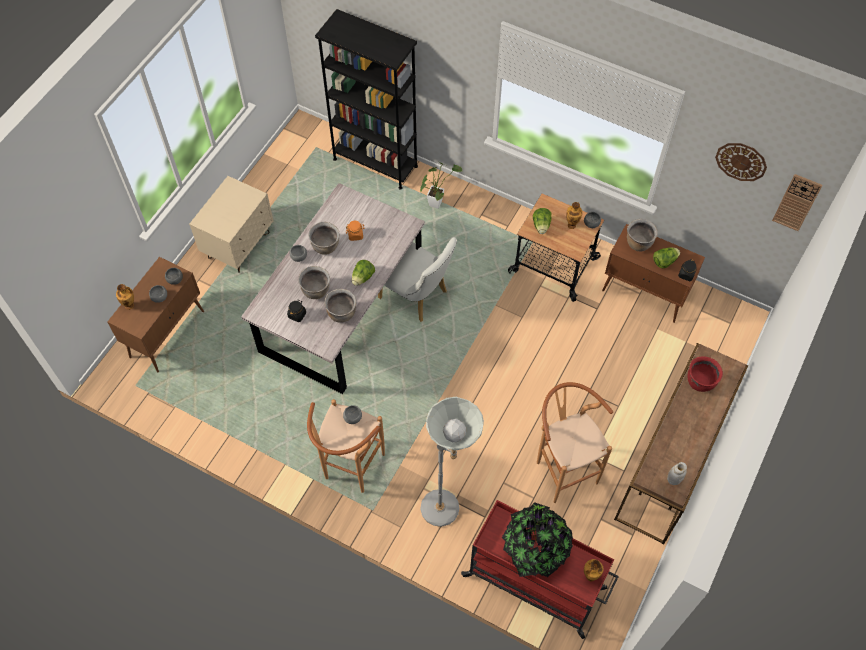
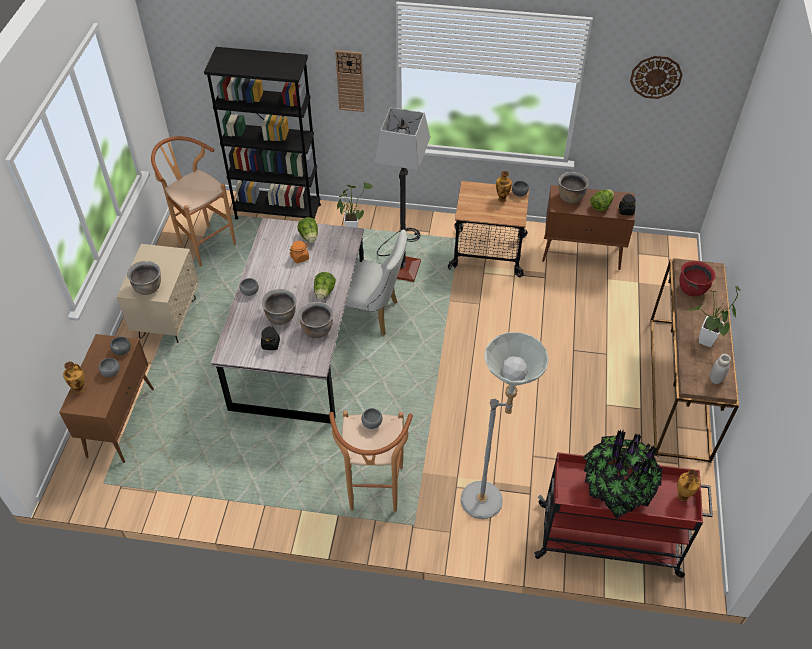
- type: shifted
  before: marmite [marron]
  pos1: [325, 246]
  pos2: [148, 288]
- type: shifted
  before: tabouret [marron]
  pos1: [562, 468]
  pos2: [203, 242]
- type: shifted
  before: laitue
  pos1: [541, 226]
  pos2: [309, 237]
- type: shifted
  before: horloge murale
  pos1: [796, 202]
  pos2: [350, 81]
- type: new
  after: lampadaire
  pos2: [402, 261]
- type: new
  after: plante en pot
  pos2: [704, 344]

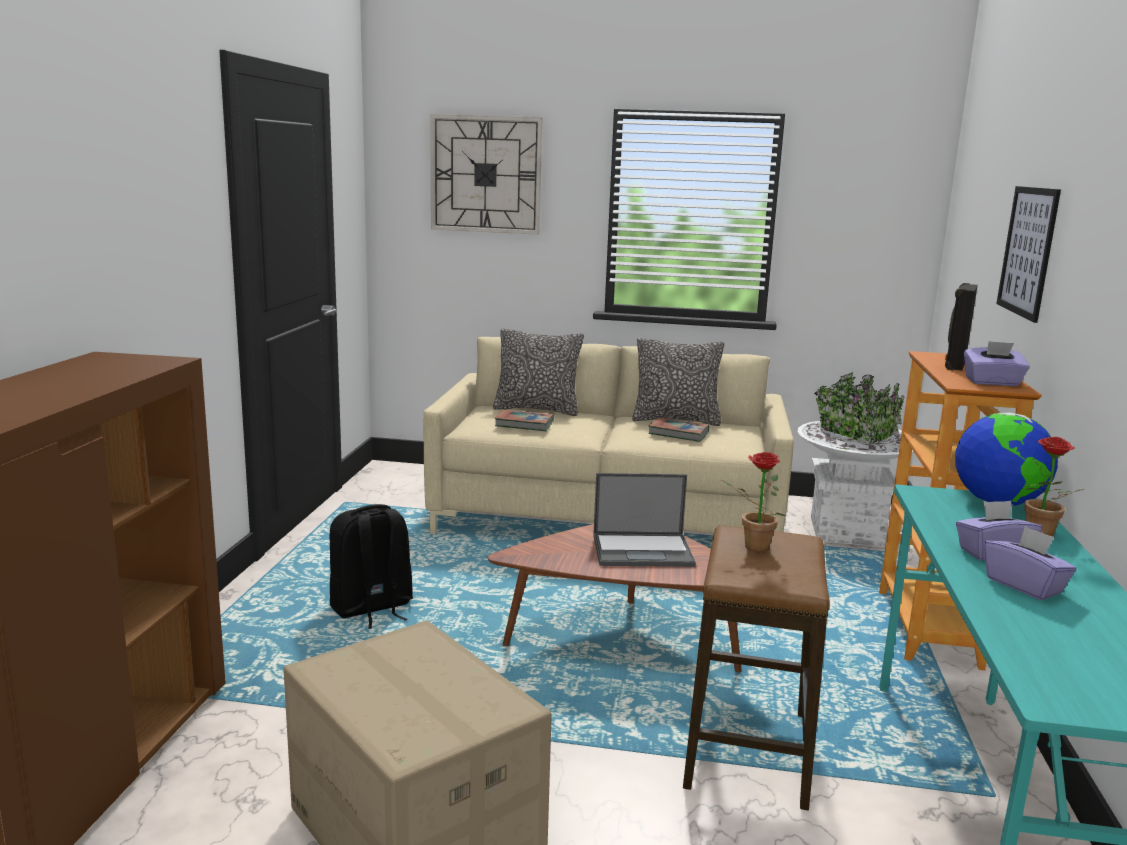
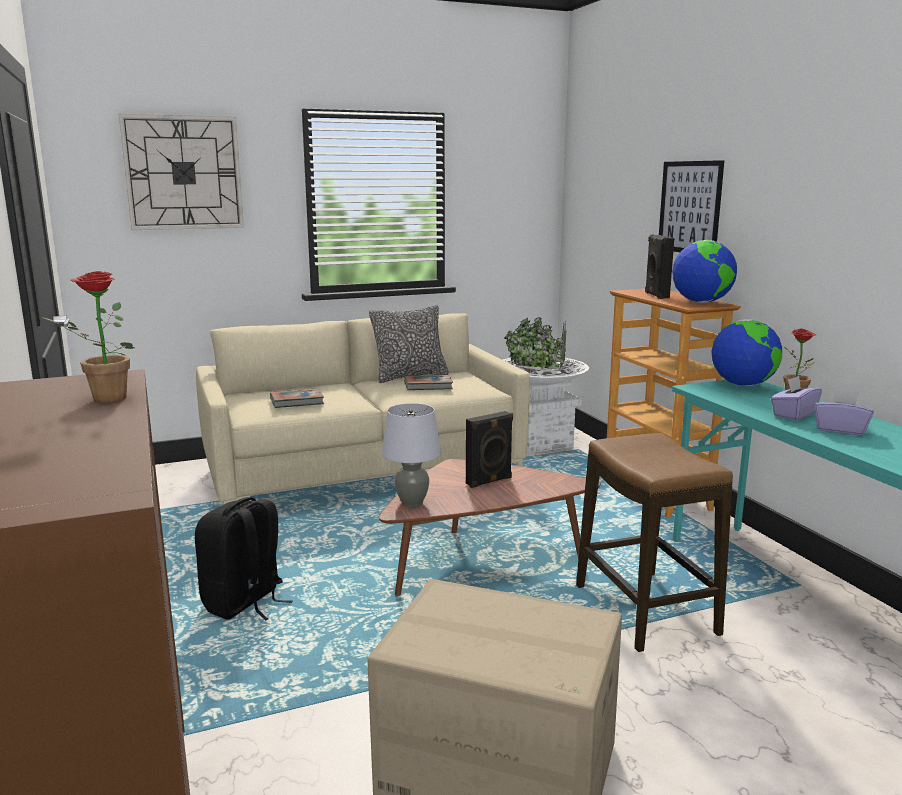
- type: shifted
  before: plante en pot
  pos1: [751, 547]
  pos2: [102, 399]
- type: new
  after: lampe de table [gris]
  pos2: [412, 502]
- type: swapped
  before: ordinateur portable
  after: enceinte [noir]
  pos1: [643, 550]
  pos2: [489, 481]
- type: swapped
  before: boîte à mouchoirs [violet]
  after: globe
  pos1: [992, 382]
  pos2: [701, 302]
- type: gone
  before: coussin
  pos1: [537, 409]

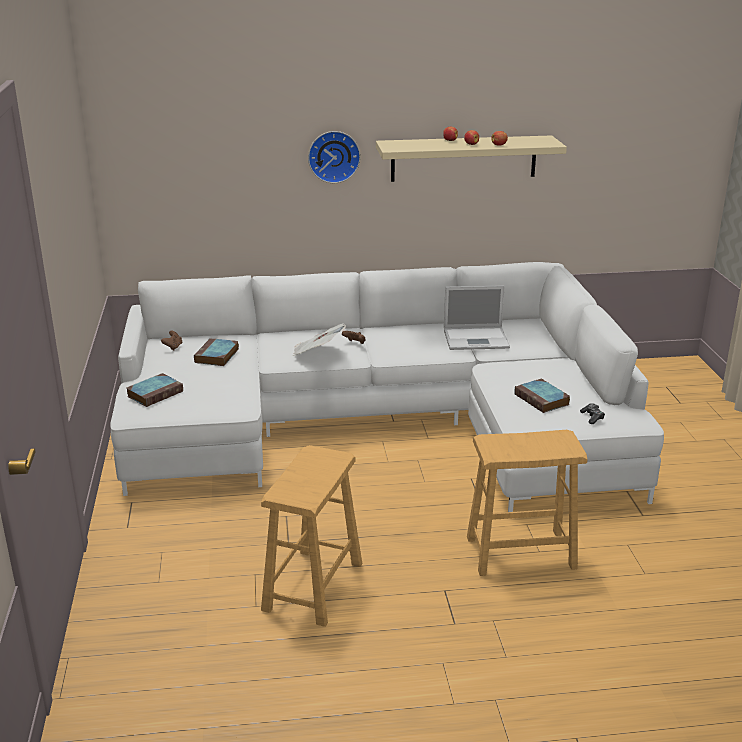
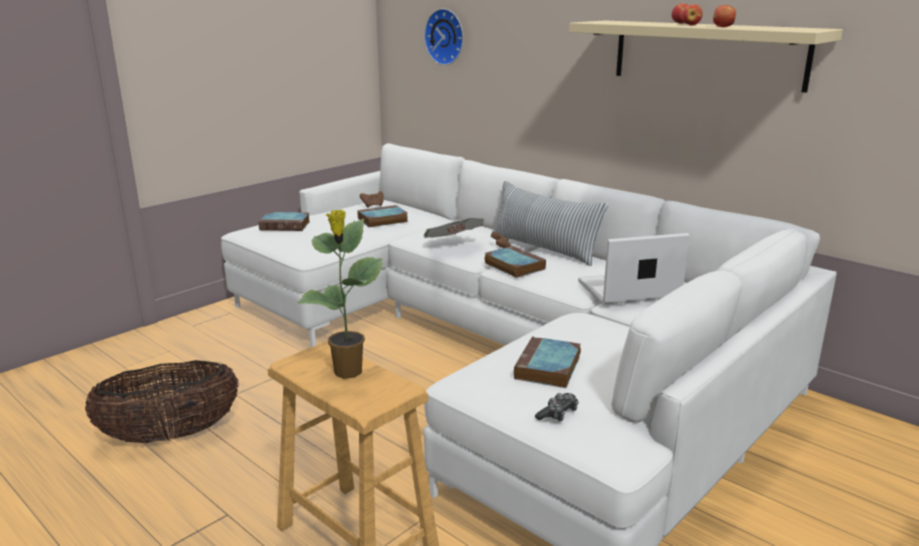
- type: swapped
  before: tabouret [marron]
  after: panier
  pos1: [313, 586]
  pos2: [171, 435]
- type: new
  after: plante en pot
  pos2: [348, 372]
- type: shifted
  before: horloge murale
  pos1: [333, 156]
  pos2: [446, 36]
- type: new
  after: livre
  pos2: [513, 266]
- type: new
  after: coussin
  pos2: [544, 249]
- type: rotated
  before: ordinateur portable
  pos1: [477, 339]
  pos2: [627, 290]
  turn: 120

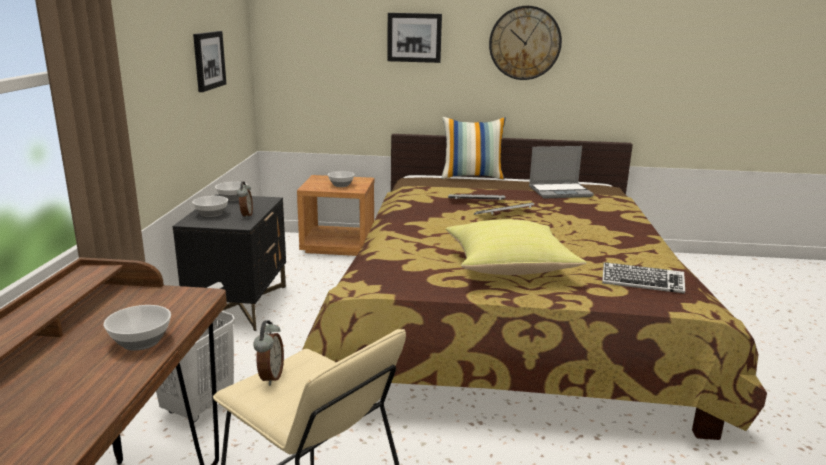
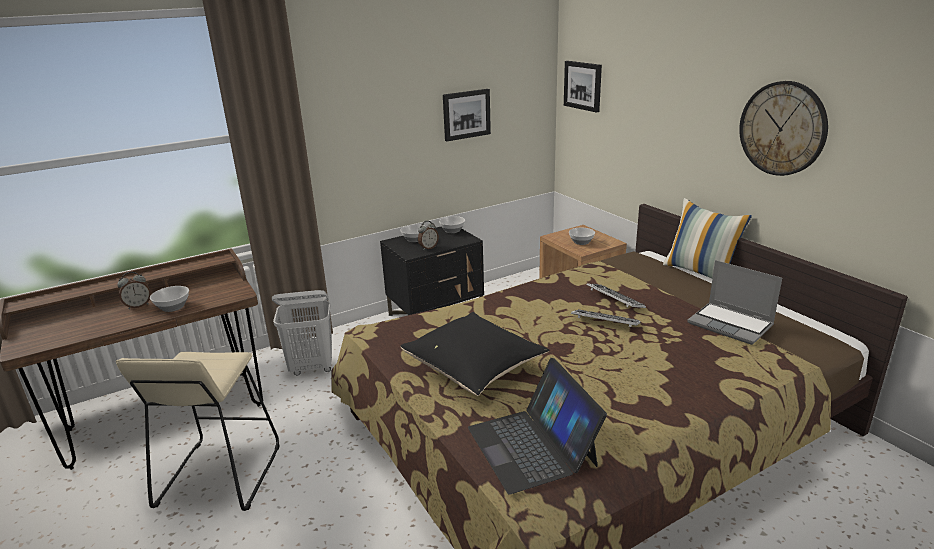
- type: shifted
  before: réveil
  pos1: [270, 377]
  pos2: [138, 305]
- type: repainted
  before: coussin [jaune]
  after: coussin [noir]
  pos1: [509, 267]
  pos2: [475, 369]
- type: swapped
  before: clavier
  after: ordinateur portable
  pos1: [642, 282]
  pos2: [532, 445]
- type: shifted
  before: tableau
  pos1: [414, 37]
  pos2: [583, 85]

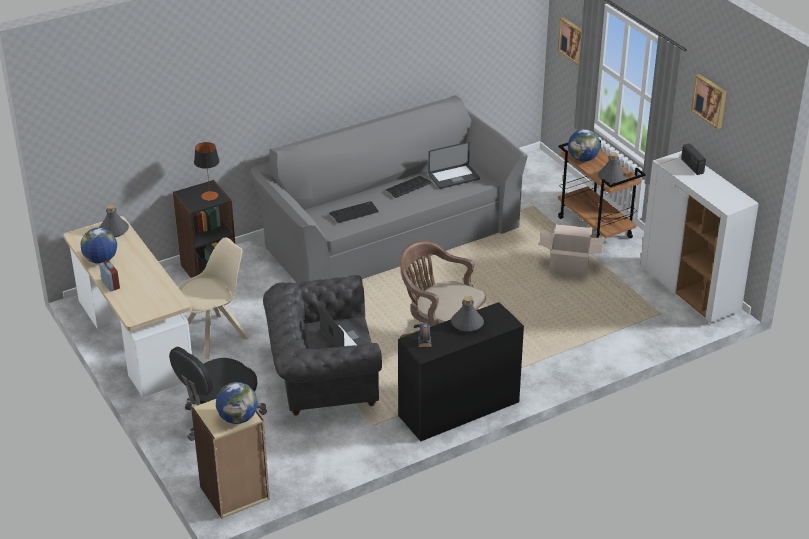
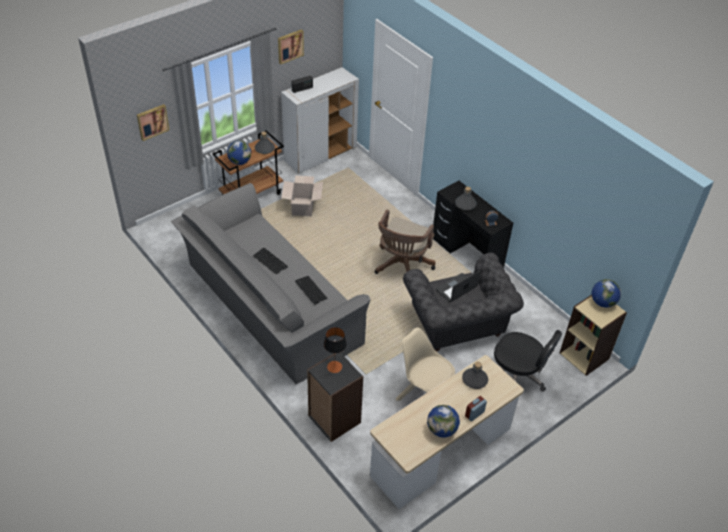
- type: shifted
  before: bouteille [gris]
  pos1: [114, 231]
  pos2: [475, 380]
- type: gone
  before: ordinateur portable
  pos1: [454, 177]

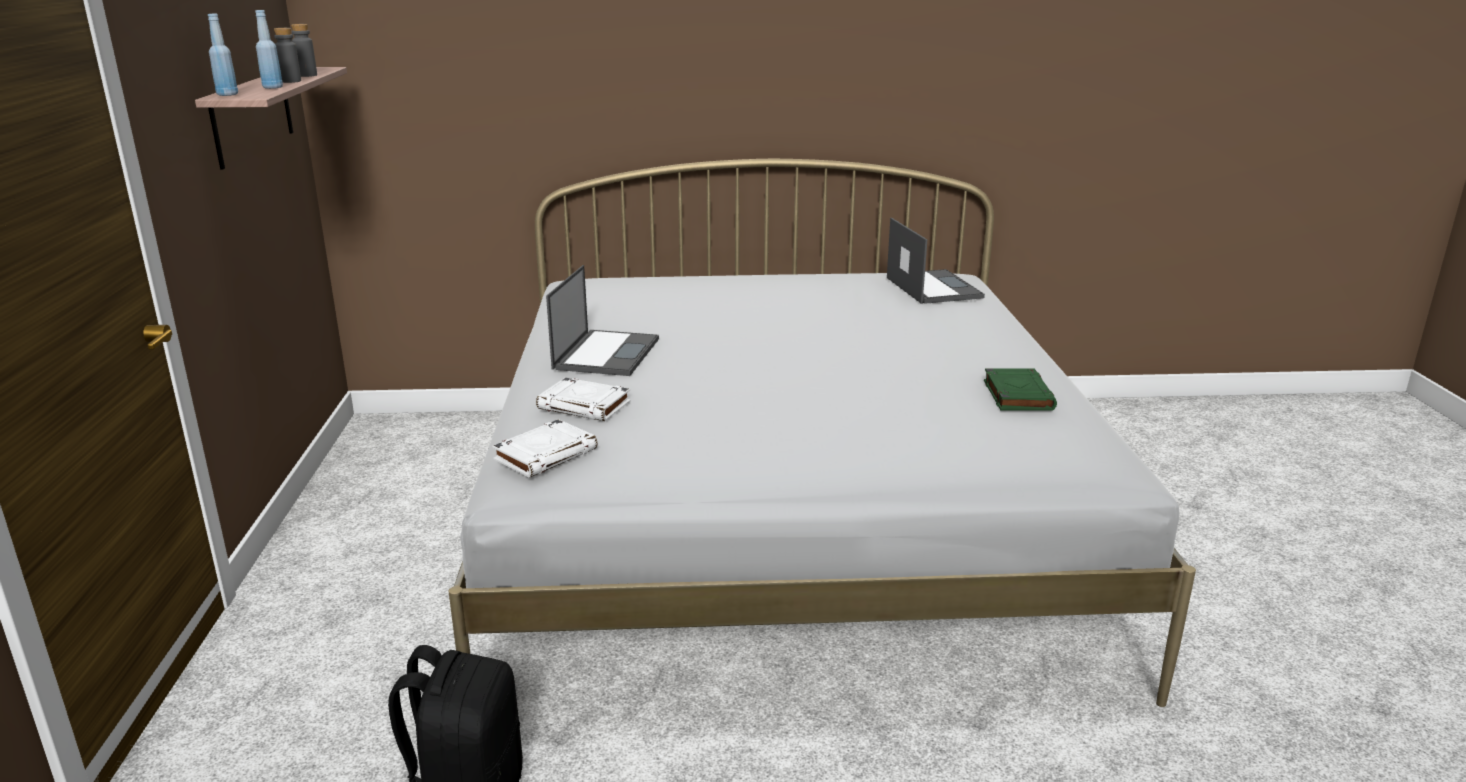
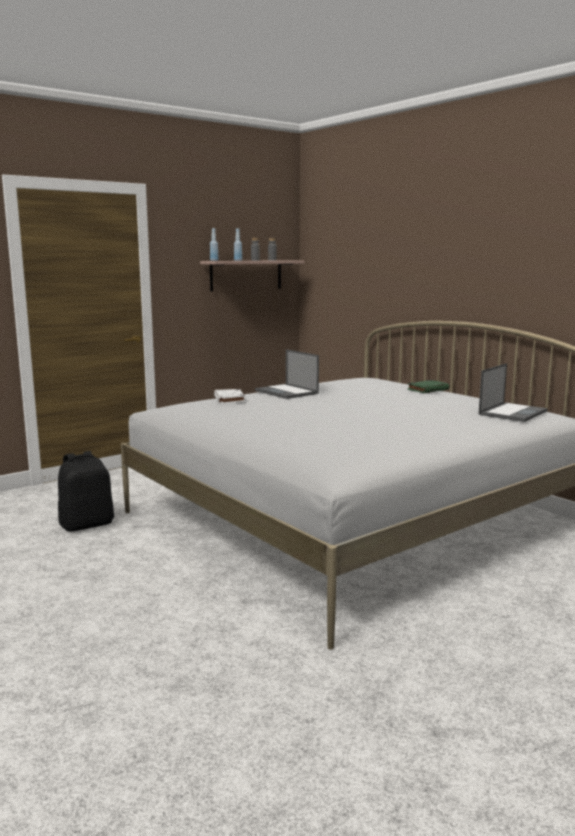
- type: rotated
  before: ordinateur portable
  pos1: [606, 353]
  pos2: [287, 392]
  turn: 75
- type: shifted
  before: livre [vert]
  pos1: [1017, 395]
  pos2: [428, 389]
- type: gone
  before: livre [blanc]
  pos1: [546, 454]

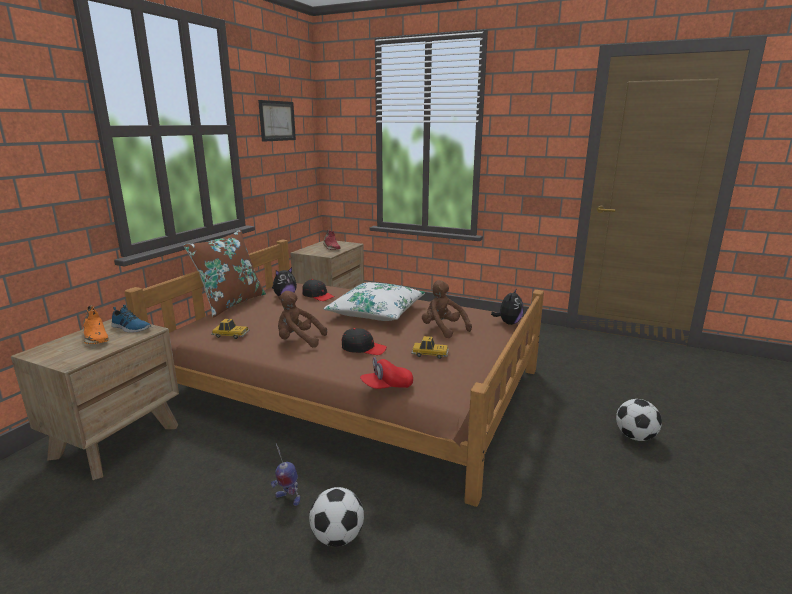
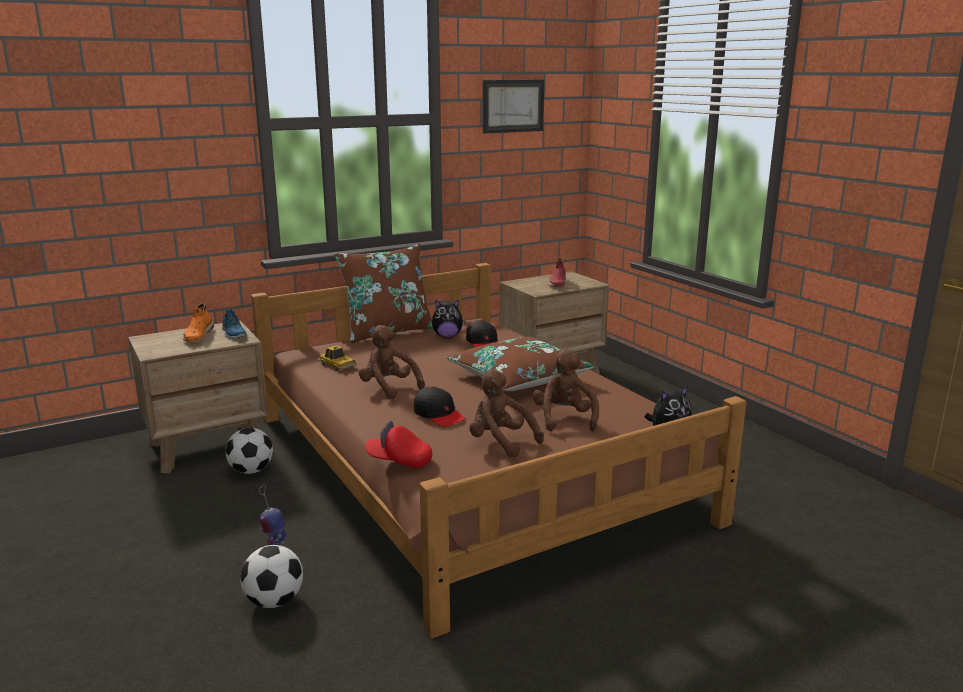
- type: shifted
  before: ballon de foot
  pos1: [635, 437]
  pos2: [251, 471]
- type: repainted
  before: coussin [blanc]
  after: coussin [marron]
  pos1: [376, 312]
  pos2: [518, 378]
- type: swapped
  before: petite voiture
  after: peluche [marron]
  pos1: [430, 354]
  pos2: [500, 442]

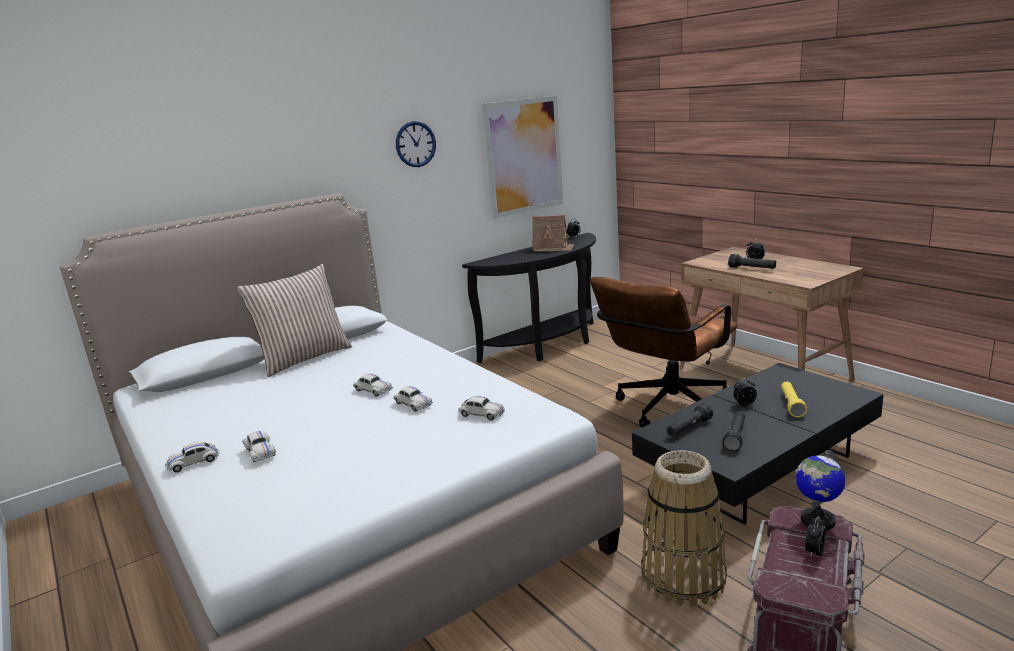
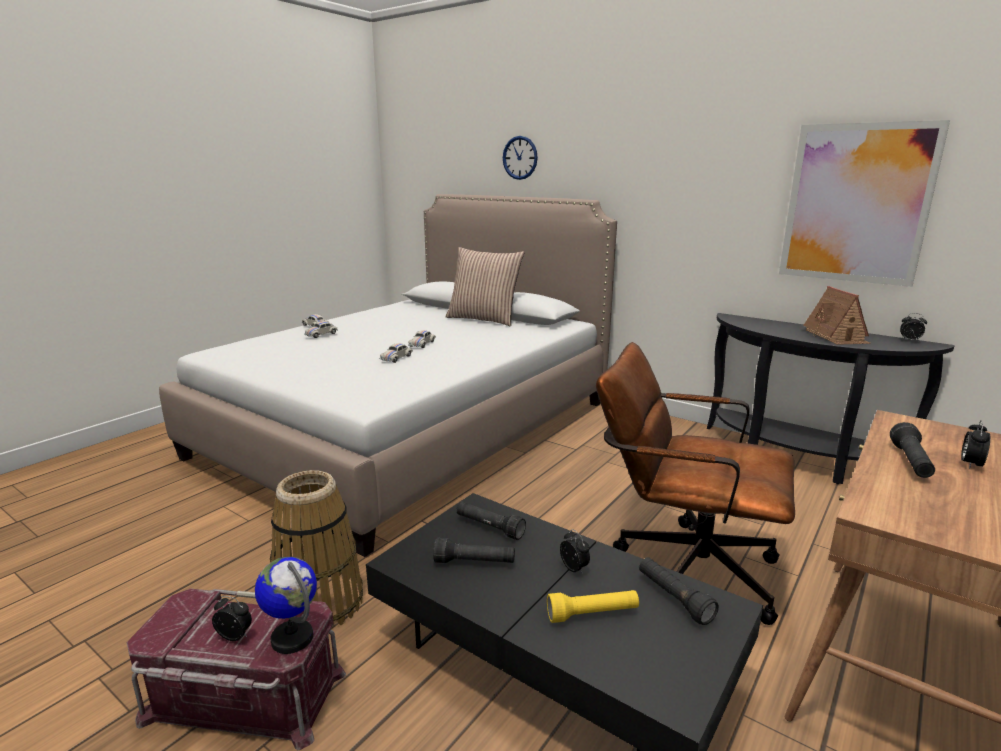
- type: shifted
  before: horloge murale
  pos1: [415, 144]
  pos2: [520, 158]
- type: new
  after: lampe de poche [noir]
  pos2: [673, 598]
- type: gone
  before: petite voiture [blanc]
  pos1: [481, 414]

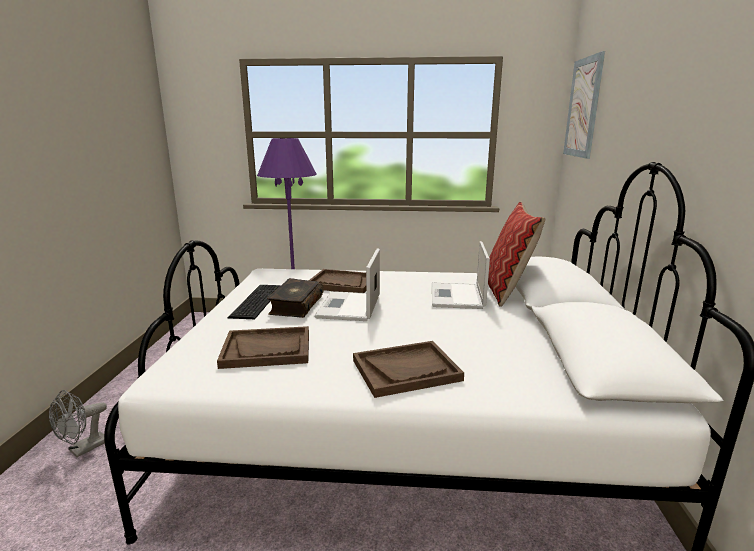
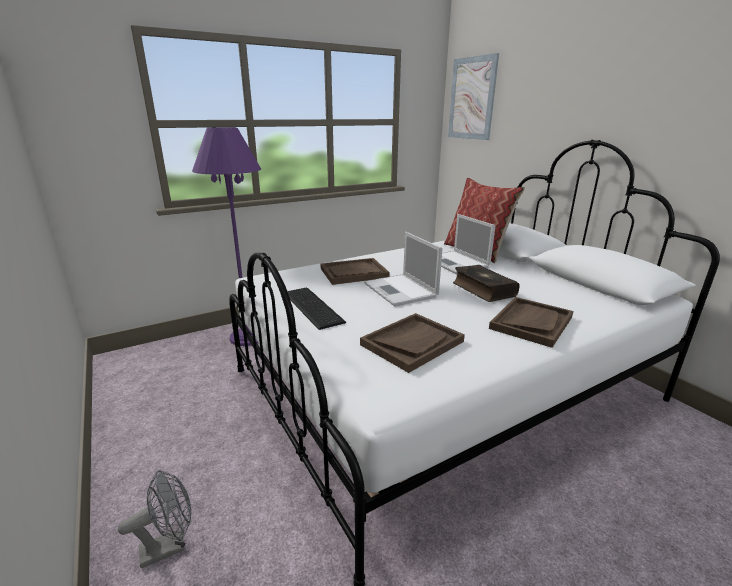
- type: rotated
  before: ventilateur [gris]
  pos1: [83, 449]
  pos2: [170, 546]
  turn: -120
- type: shifted
  before: livre
  pos1: [295, 305]
  pos2: [482, 290]

